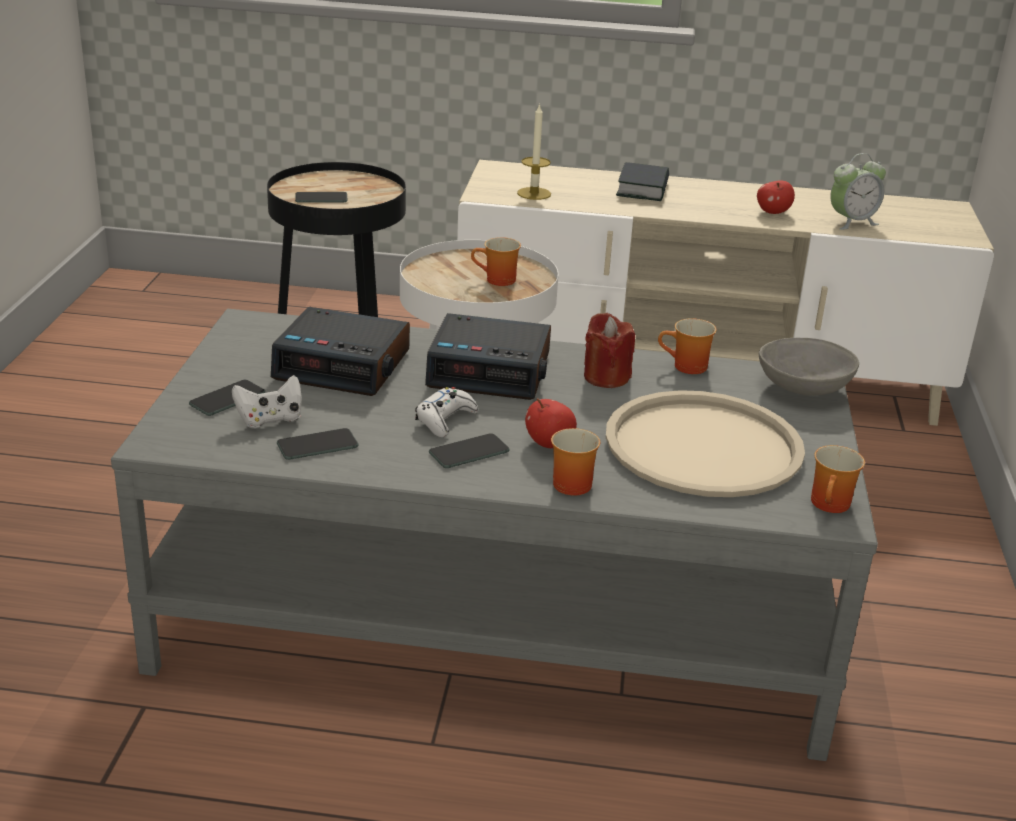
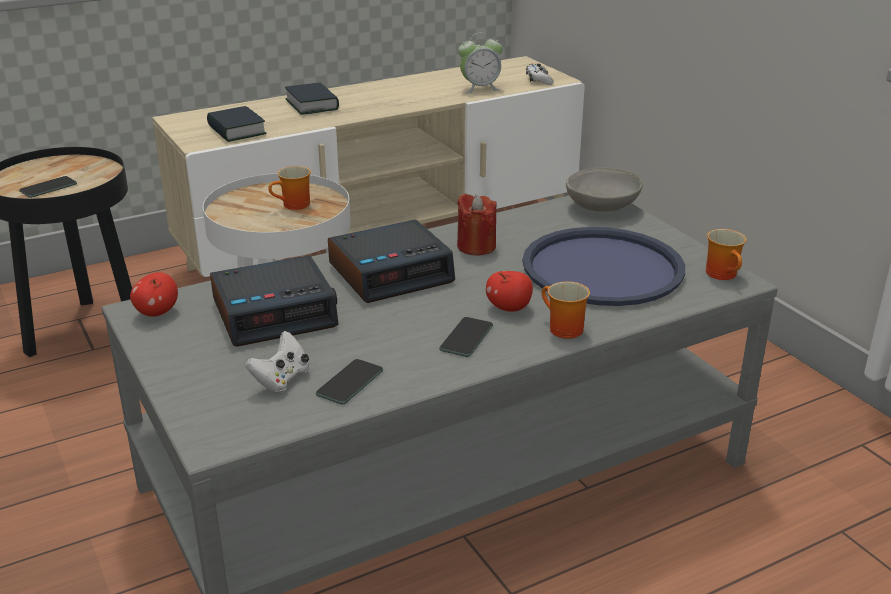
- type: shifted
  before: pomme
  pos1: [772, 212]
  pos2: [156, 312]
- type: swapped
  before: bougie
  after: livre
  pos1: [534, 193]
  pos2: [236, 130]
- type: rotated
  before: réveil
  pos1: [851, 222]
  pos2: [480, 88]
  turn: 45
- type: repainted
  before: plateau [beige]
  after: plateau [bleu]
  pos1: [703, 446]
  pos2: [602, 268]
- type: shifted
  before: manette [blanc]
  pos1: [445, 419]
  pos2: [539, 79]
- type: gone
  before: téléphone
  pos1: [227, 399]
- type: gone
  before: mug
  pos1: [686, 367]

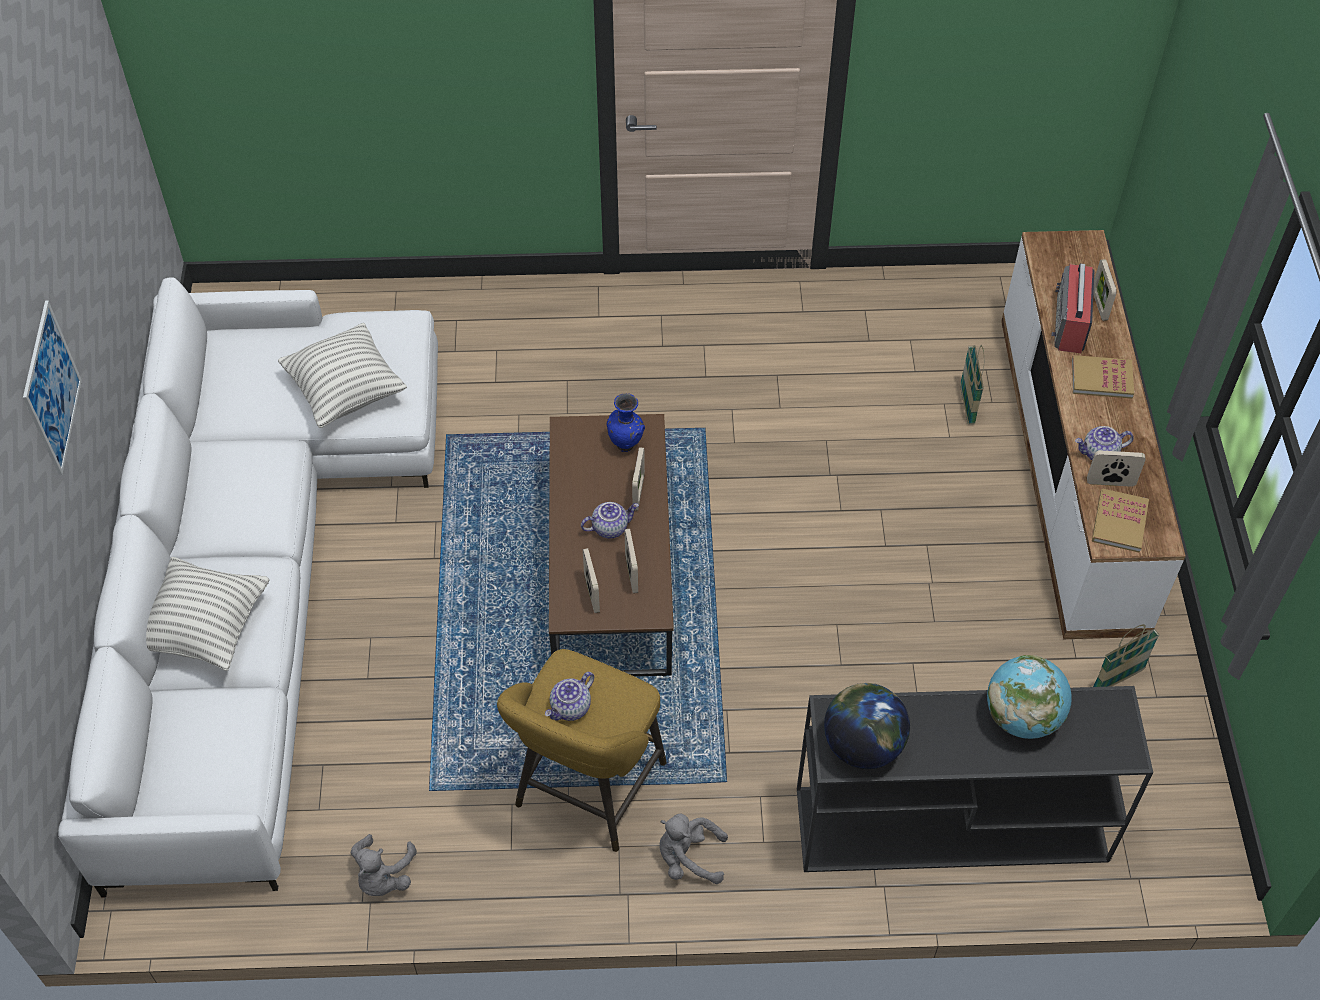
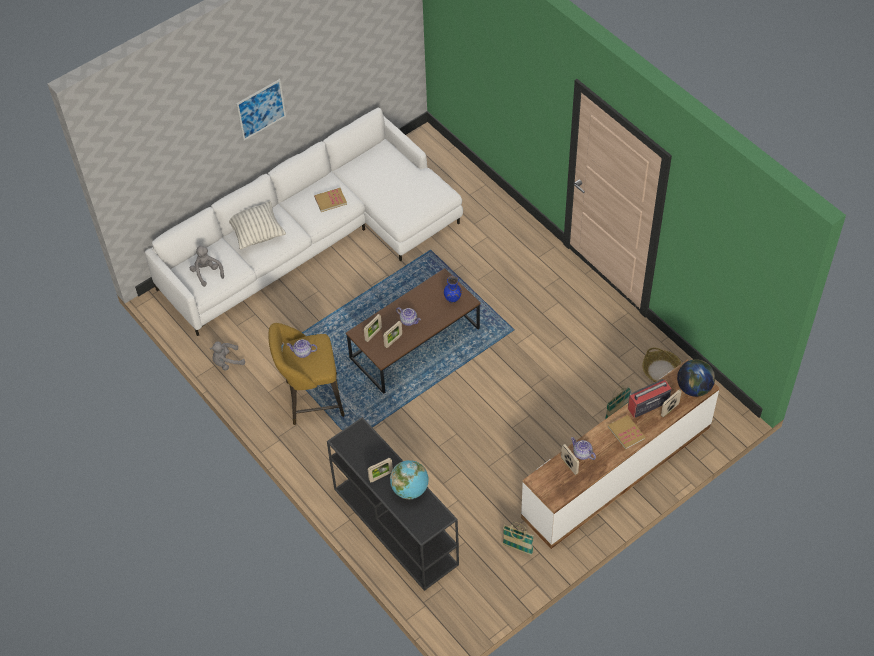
- type: shifted
  before: peluche [gris]
  pos1: [688, 858]
  pos2: [207, 272]
- type: shifted
  before: livre
  pos1: [1119, 522]
  pos2: [330, 200]
- type: shifted
  before: cadre photo
  pos1: [638, 493]
  pos2: [381, 476]
- type: new
  after: panier
  pos2: [661, 371]
- type: shifted
  before: globe
  pos1: [862, 745]
  pos2: [694, 388]
- type: gone
  before: coussin
  pos1: [346, 392]

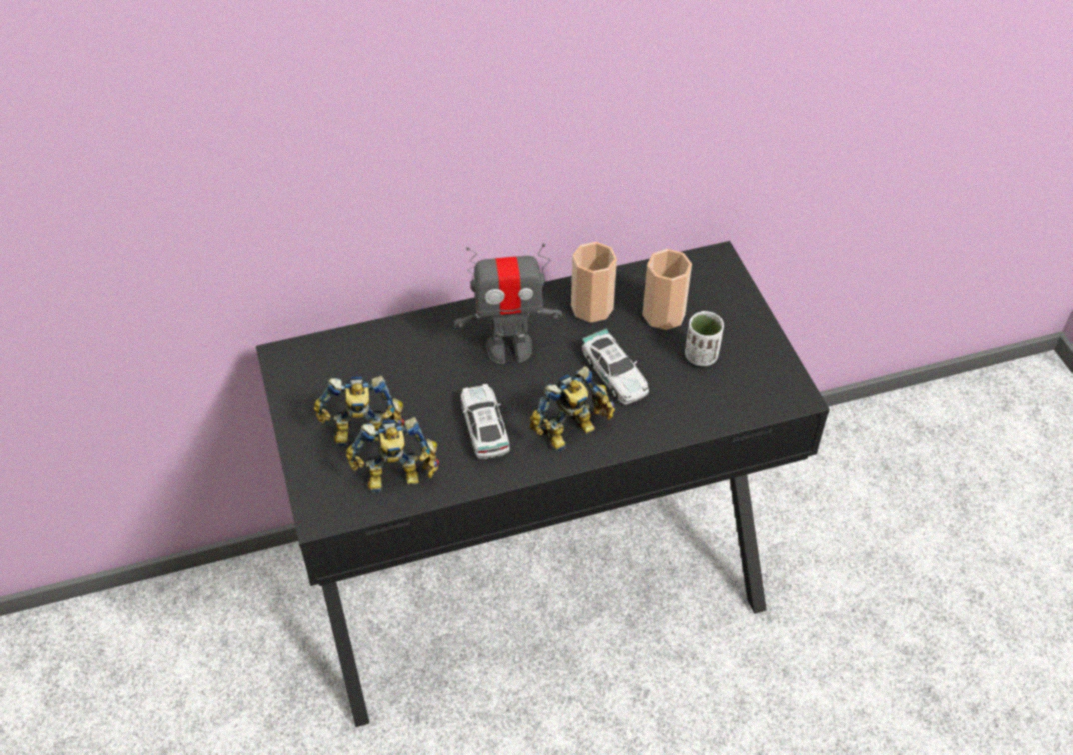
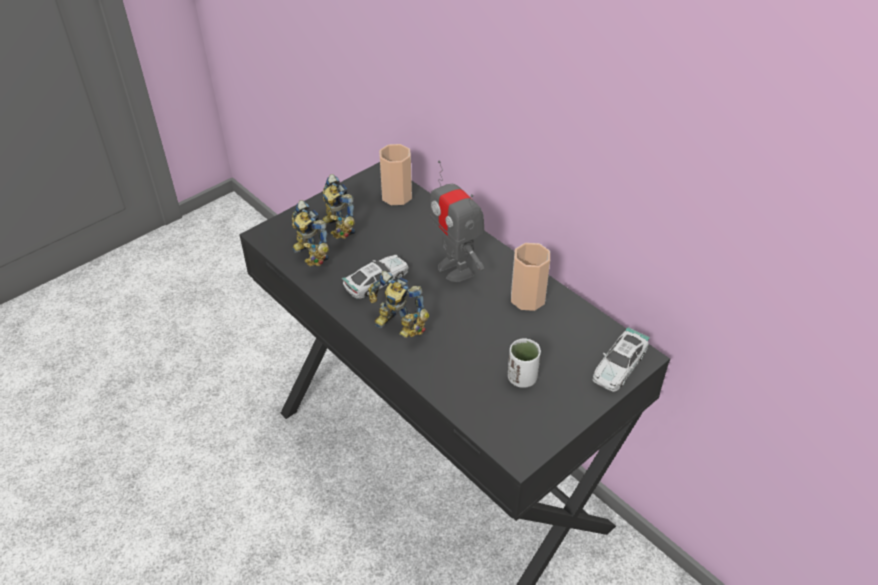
- type: shifted
  before: tasse
  pos1: [663, 314]
  pos2: [396, 196]
- type: shifted
  before: petite voiture
  pos1: [615, 374]
  pos2: [619, 366]

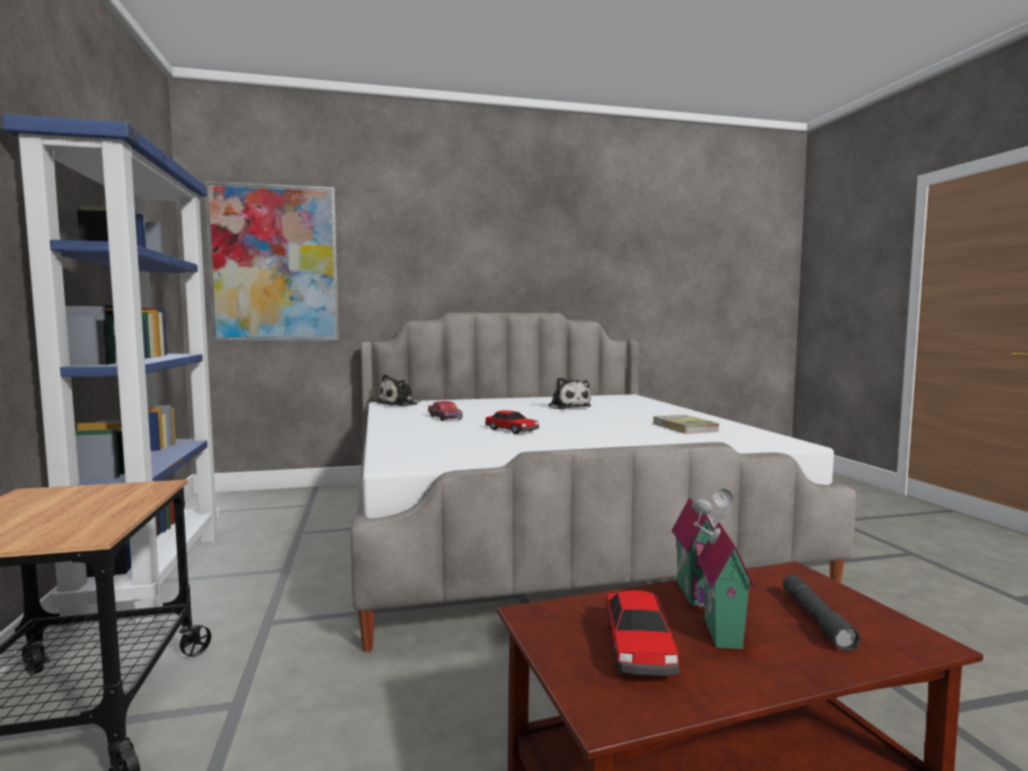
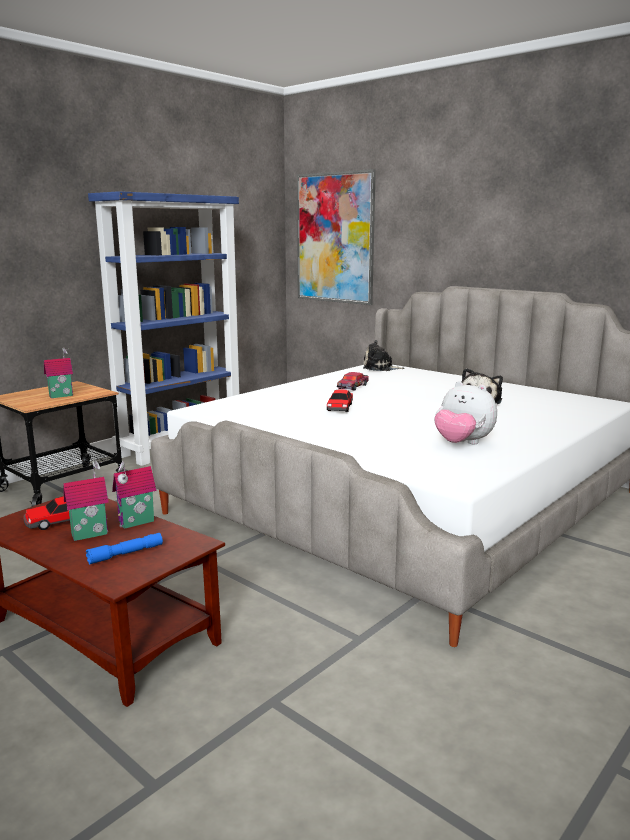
- type: new
  after: maison miniature
  pos2: [61, 395]
- type: repainted
  before: lampe de poche [gris]
  after: lampe de poche [bleu]
  pos1: [816, 619]
  pos2: [125, 554]
- type: swapped
  before: livre
  after: peluche
  pos1: [685, 427]
  pos2: [462, 443]

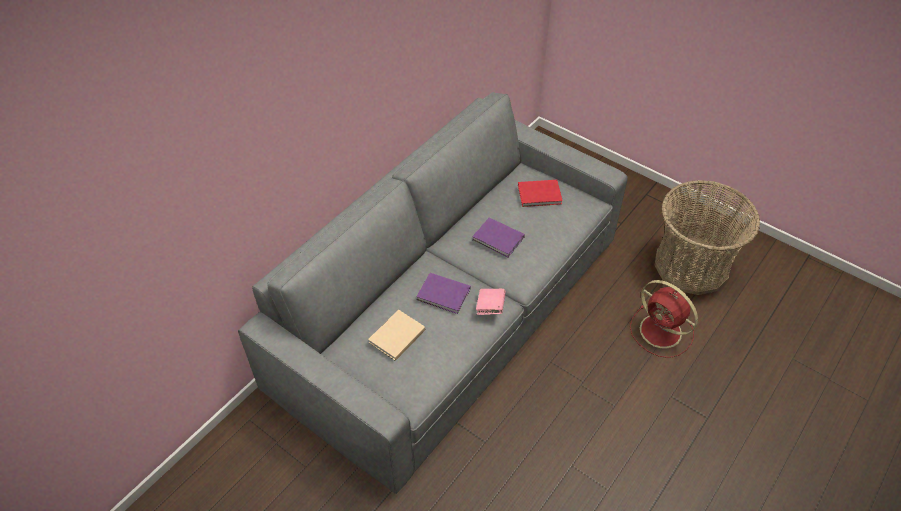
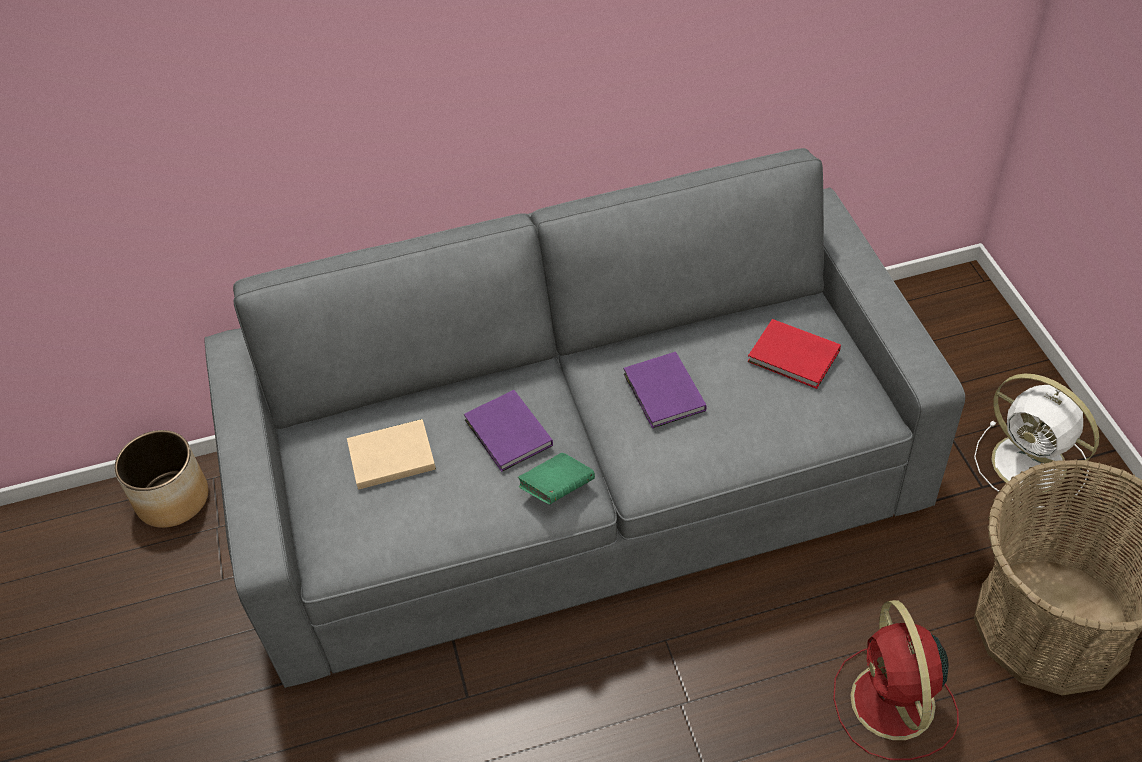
- type: new
  after: cache-pot
  pos2: [173, 499]
- type: repainted
  before: livre [rose]
  after: livre [vert]
  pos1: [490, 307]
  pos2: [557, 489]
- type: new
  after: ventilateur [blanc]
  pos2: [1032, 465]

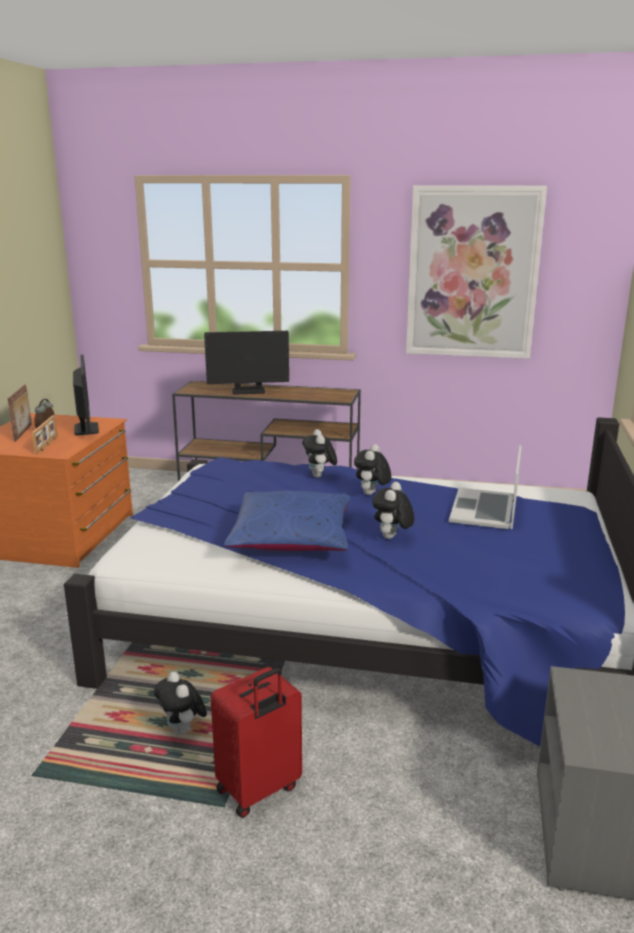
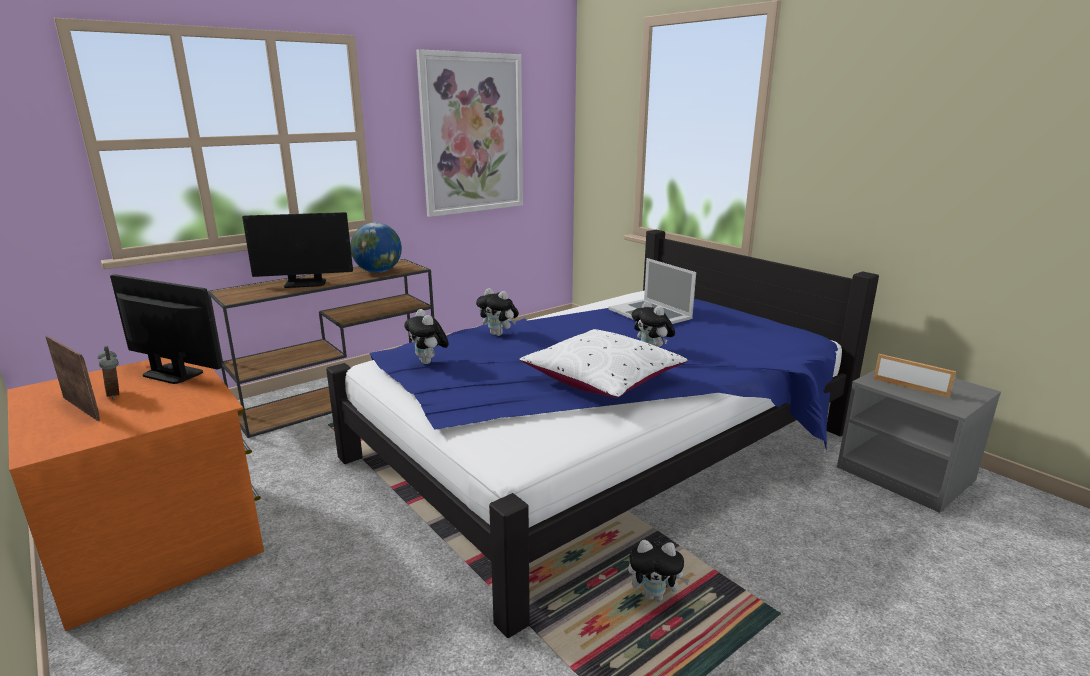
- type: rotated
  before: écran d'ordinateur
  pos1: [248, 391]
  pos2: [305, 283]
  turn: 45
- type: new
  after: globe
  pos2: [378, 272]
- type: shifted
  before: peluche
  pos1: [371, 494]
  pos2: [429, 362]
- type: repainted
  before: coussin [bleu]
  after: coussin [blanc]
  pos1: [291, 539]
  pos2: [602, 380]
- type: shifted
  before: cadre photo
  pos1: [47, 445]
  pos2: [910, 387]
- type: gone
  before: valise [rouge]
  pos1: [259, 790]

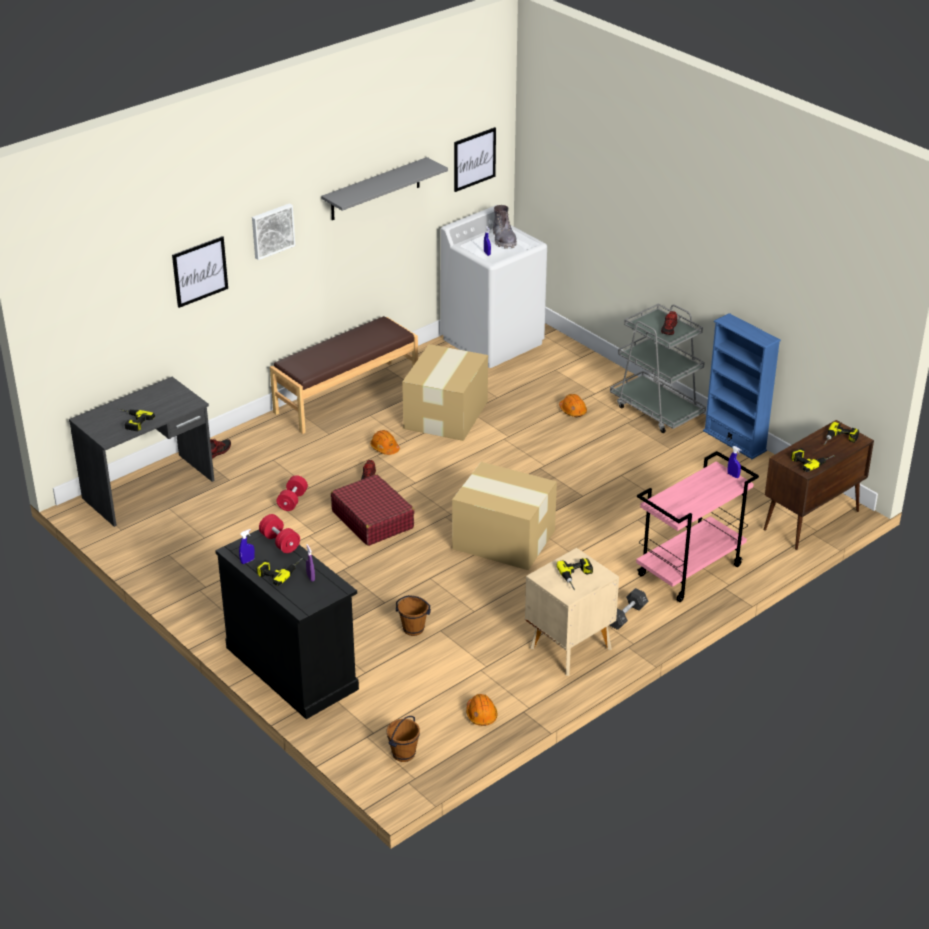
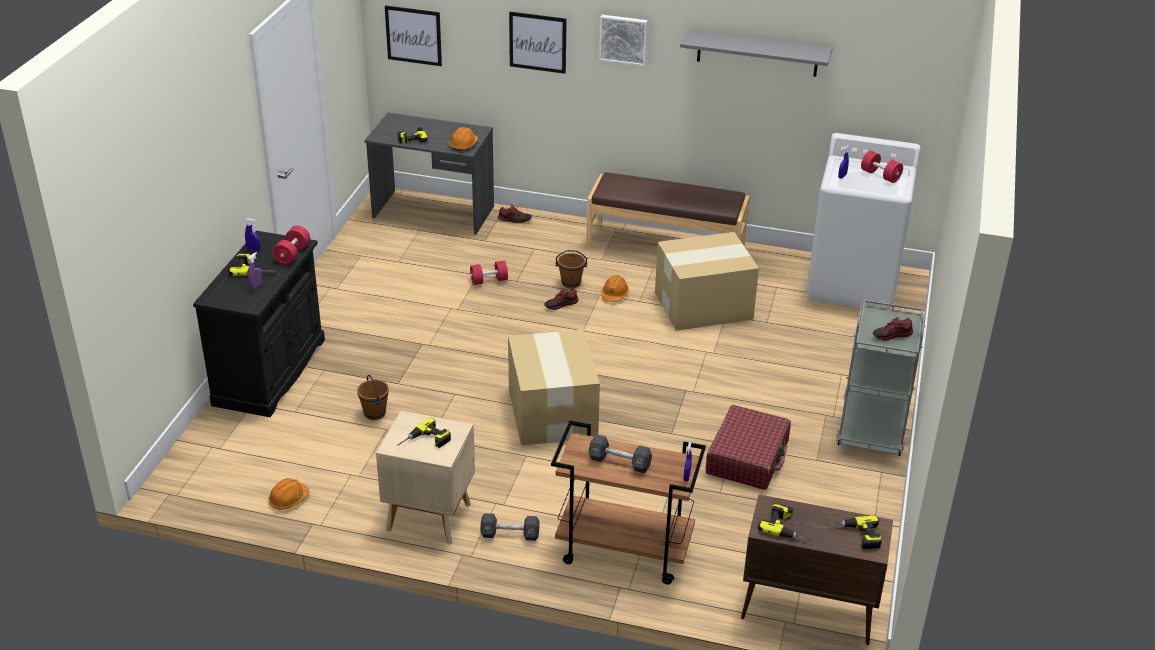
- type: shifted
  before: tableau
  pos1: [474, 159]
  pos2: [413, 35]
- type: shifted
  before: casque de chantier [orange]
  pos1: [572, 411]
  pos2: [463, 145]
- type: repainted
  before: chariot [rose]
  after: chariot [marron]
  pos1: [689, 571]
  pos2: [622, 551]
- type: shifted
  before: seau [marron]
  pos1: [404, 754]
  pos2: [571, 283]
- type: new
  after: haltère [noir]
  pos2: [619, 462]
- type: shifted
  before: valise [rouge]
  pos1: [372, 519]
  pos2: [747, 458]
- type: swapped
  before: botte [gris]
  after: haltère [rouge]
  pos1: [503, 239]
  pos2: [880, 175]
- type: gone
  before: bibliothèque [bleu]
  pos1: [734, 441]

